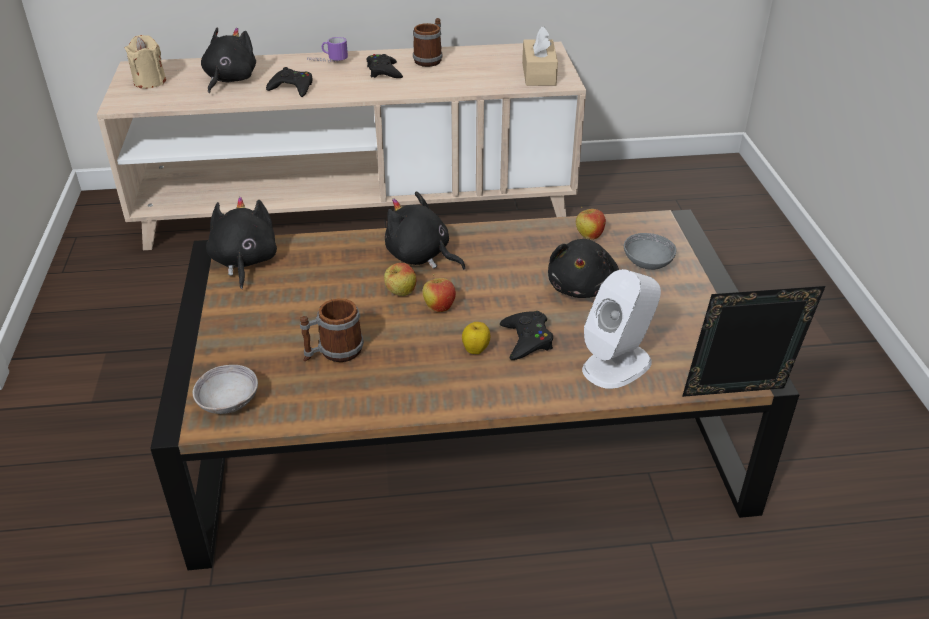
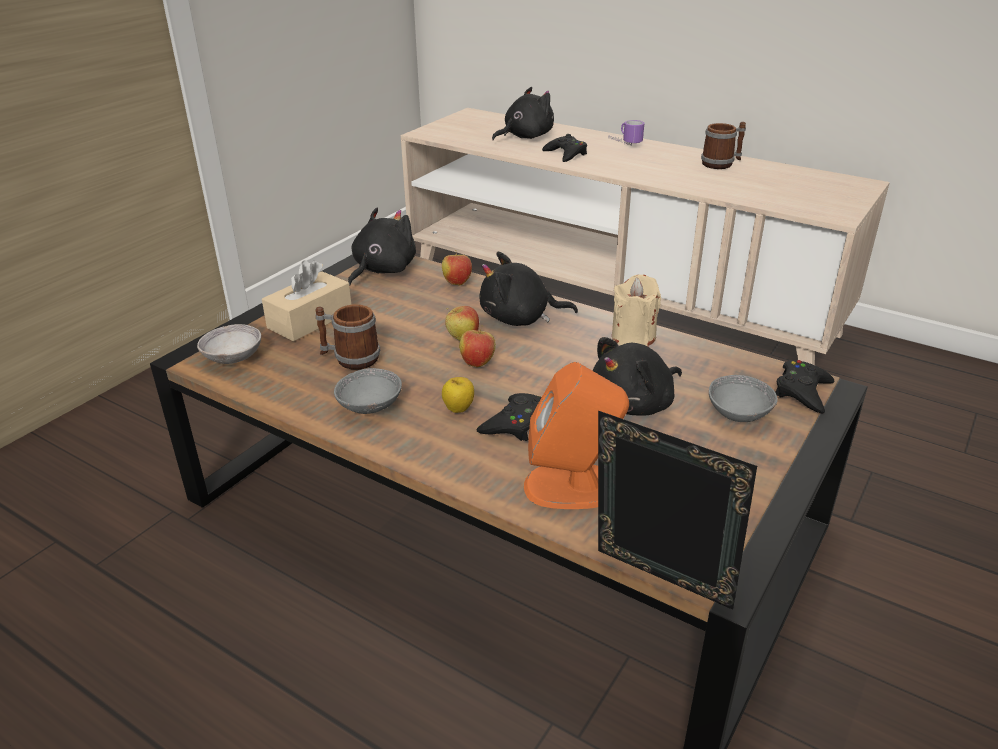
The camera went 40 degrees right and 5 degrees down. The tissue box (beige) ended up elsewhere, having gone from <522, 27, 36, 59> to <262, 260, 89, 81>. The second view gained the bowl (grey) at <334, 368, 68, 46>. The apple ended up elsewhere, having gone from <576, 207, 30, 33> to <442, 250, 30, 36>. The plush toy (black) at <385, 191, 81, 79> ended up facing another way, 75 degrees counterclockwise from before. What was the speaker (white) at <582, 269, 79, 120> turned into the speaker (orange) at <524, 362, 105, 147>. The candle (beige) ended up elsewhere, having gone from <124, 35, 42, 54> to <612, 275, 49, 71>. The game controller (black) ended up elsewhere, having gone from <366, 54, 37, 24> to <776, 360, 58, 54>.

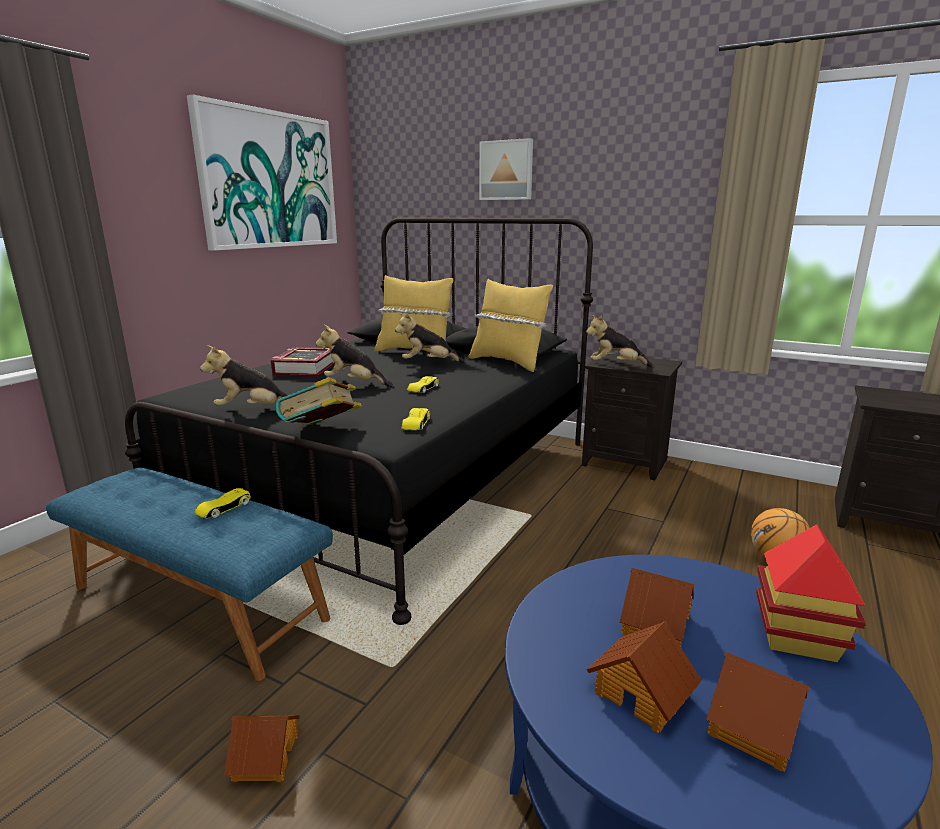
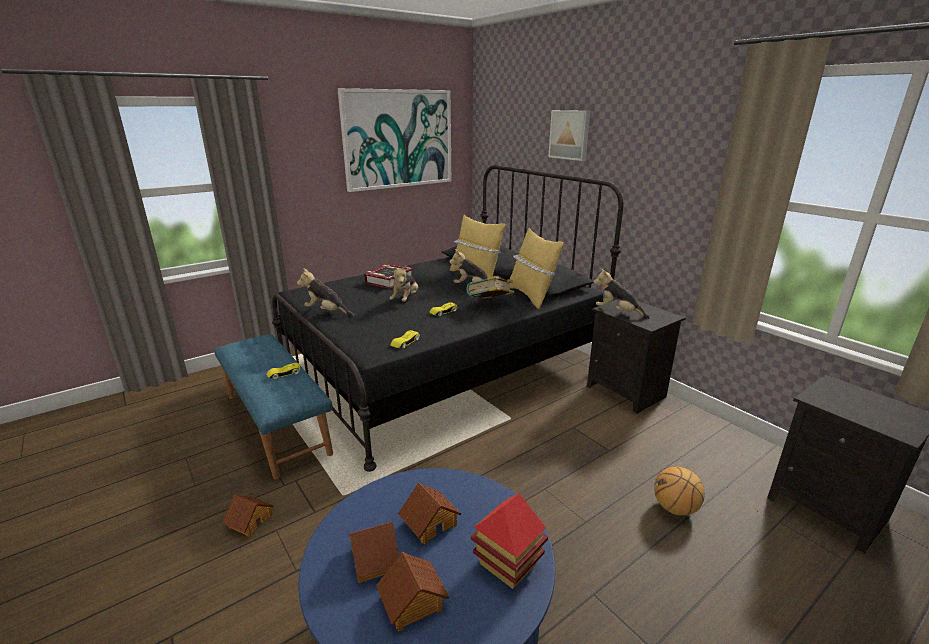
The camera went 25 degrees right and 5 degrees up. The plush toy at <316, 325, 78, 62> ended up facing another way, 120 degrees counterclockwise from before. The book ended up elsewhere, having gone from <276, 377, 86, 48> to <466, 276, 48, 23>.

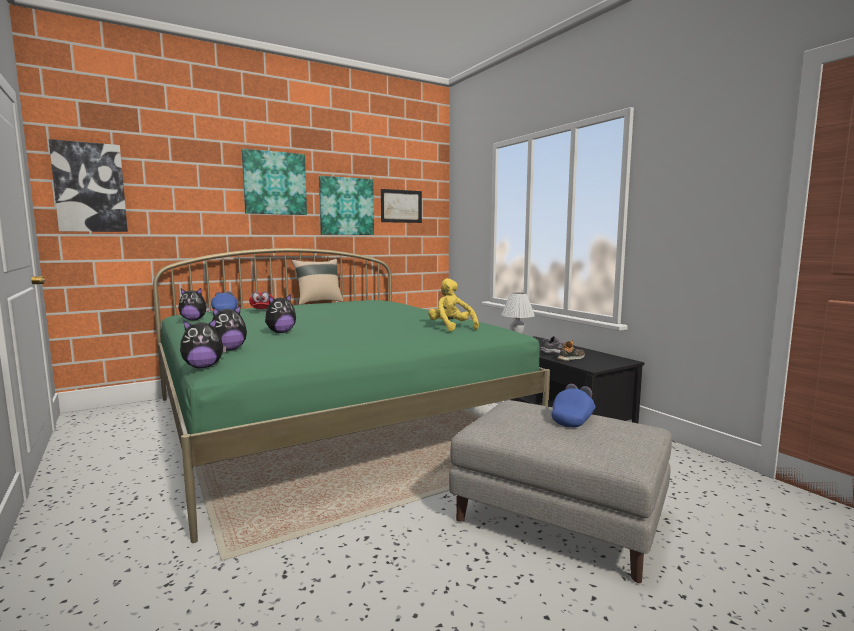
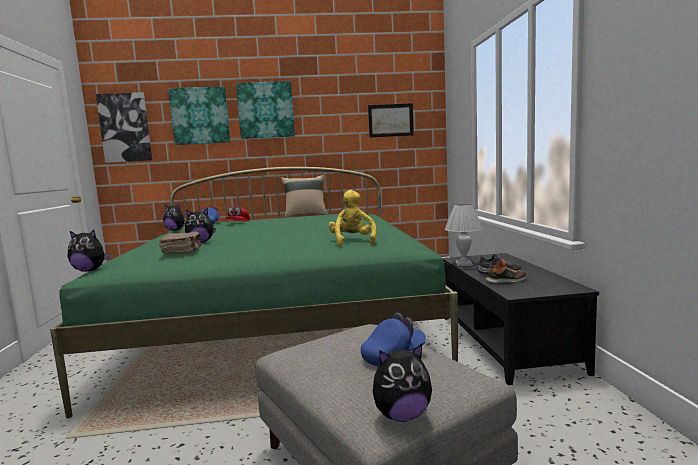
The camera went 25 degrees right and 0 degrees up. The second view gained the book (brown) at <159, 232, 42, 22>. The picture ended up elsewhere, having gone from <319, 176, 55, 59> to <168, 86, 63, 59>. The plush toy ended up elsewhere, having gone from <212, 305, 35, 46> to <373, 343, 59, 79>.

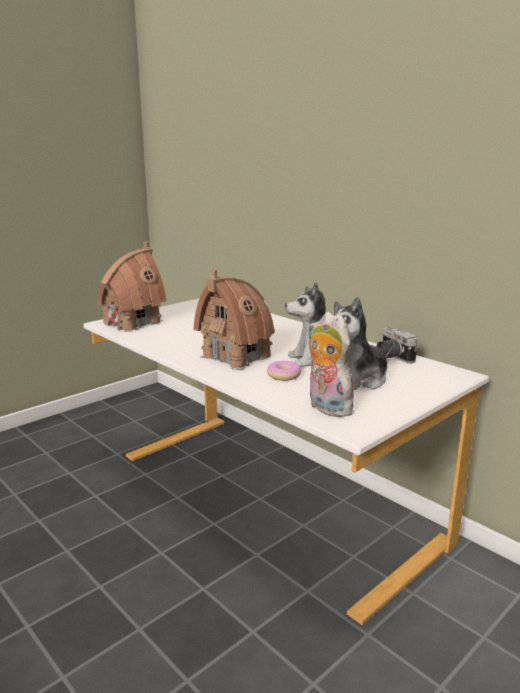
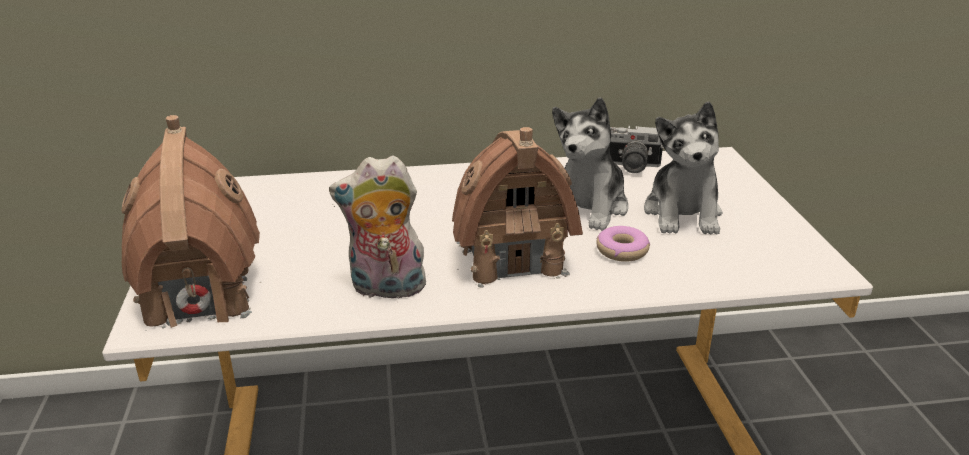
The camera went 55 degrees left and 10 degrees up. The plush toy ended up elsewhere, having gone from <309, 312, 48, 105> to <329, 155, 100, 143>.

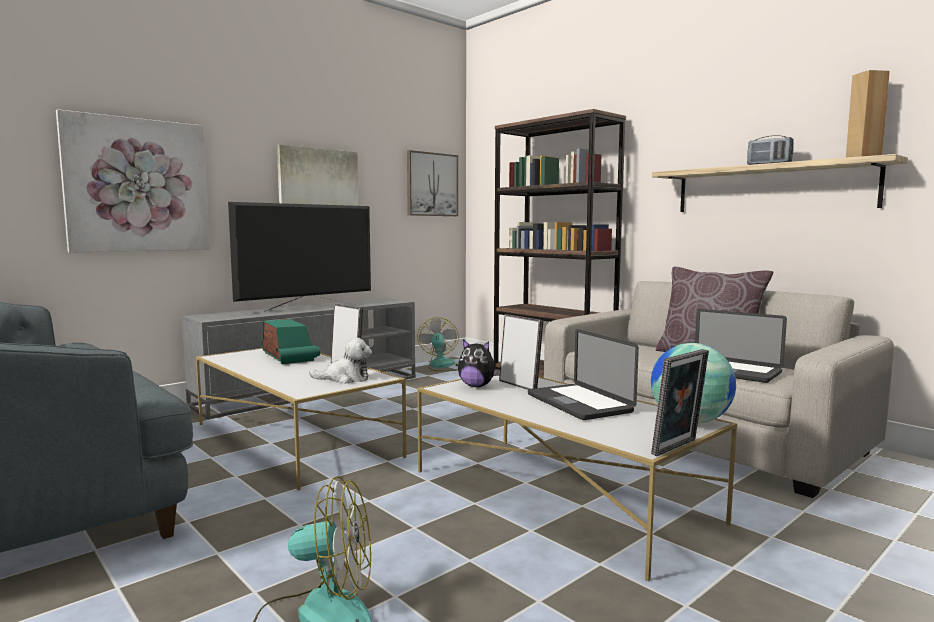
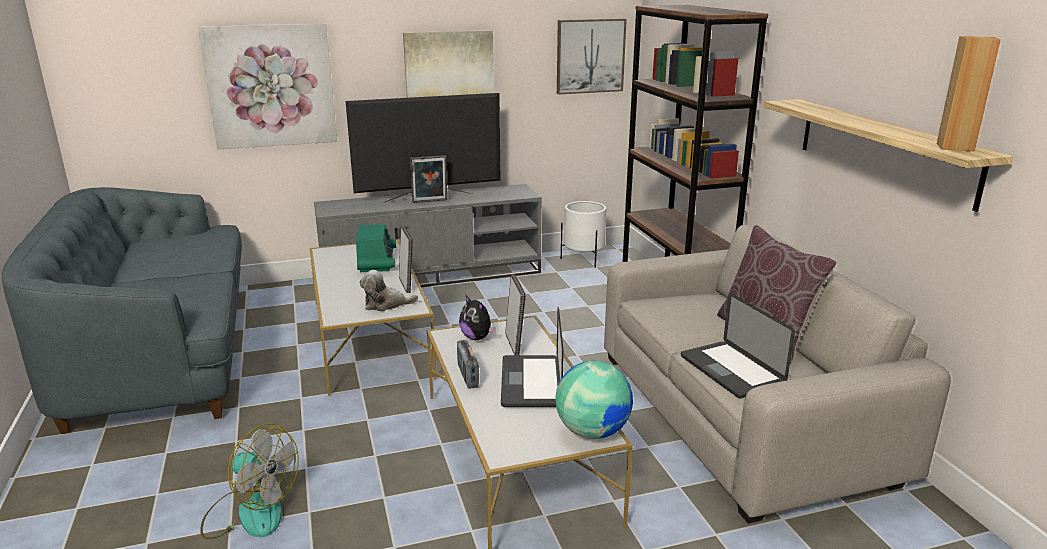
The camera went 25 degrees right and 15 degrees up. The plush toy at <309, 338, 63, 46> ended up facing another way, 150 degrees clockwise from before. The picture frame ended up elsewhere, having gone from <651, 349, 58, 107> to <410, 155, 37, 48>. The radio ended up elsewhere, having gone from <747, 135, 47, 30> to <457, 340, 22, 48>. Where the fan stood at <417, 317, 42, 54>, the planter (white) came to stand at <561, 201, 45, 67>.

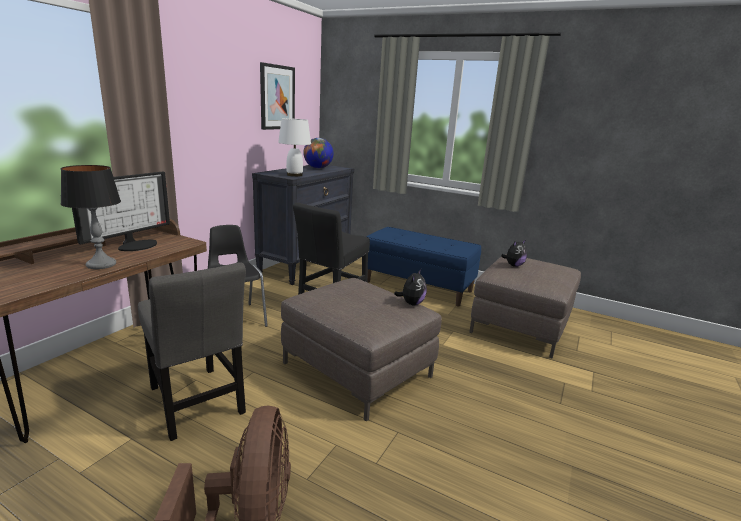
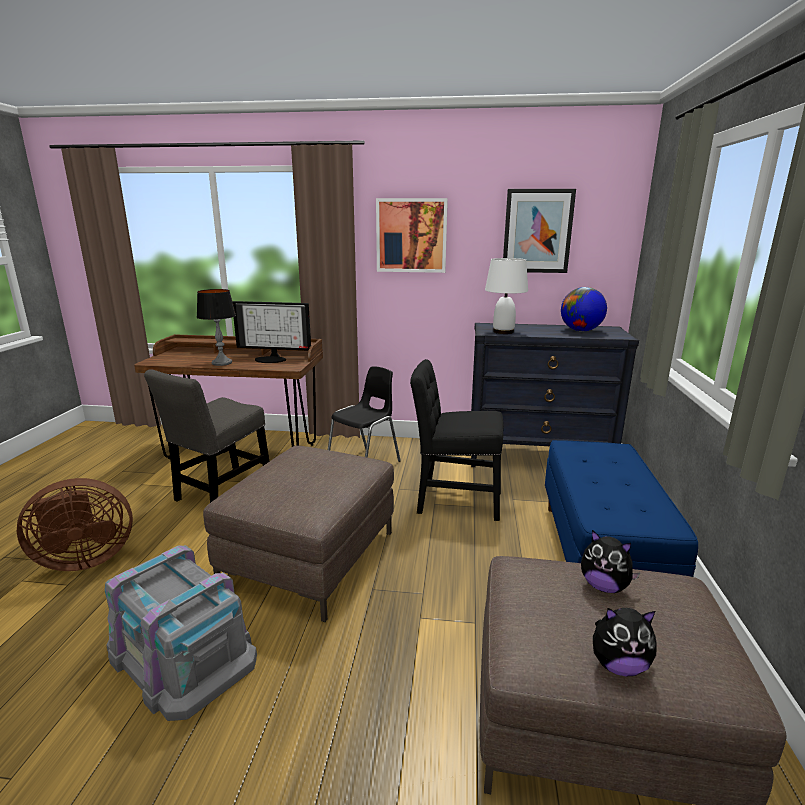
The camera went 70 degrees right and 0 degrees up. The second view gained the storage box (grey) at <105, 545, 152, 176>. The second view gained the picture at <376, 198, 72, 75>. The plush toy ended up elsewhere, having gone from <394, 269, 33, 36> to <593, 608, 63, 69>.

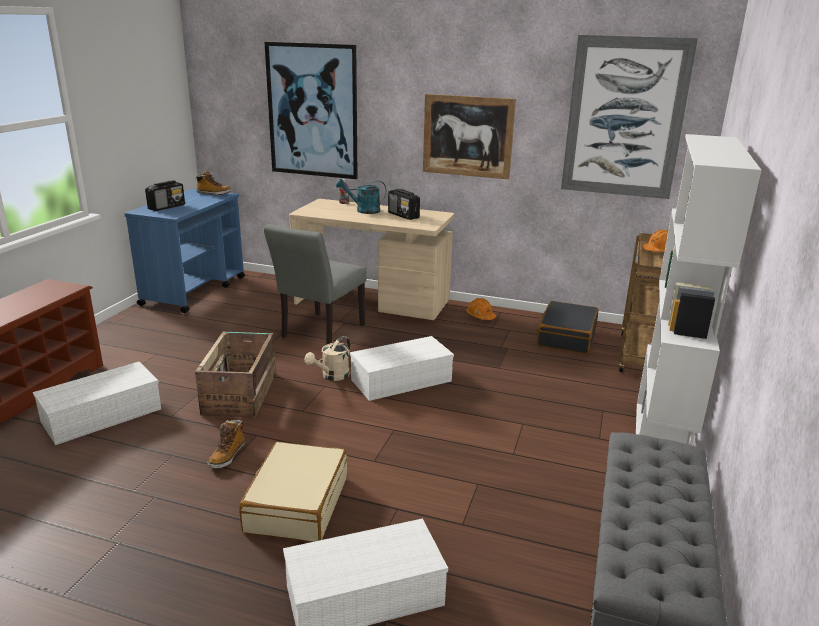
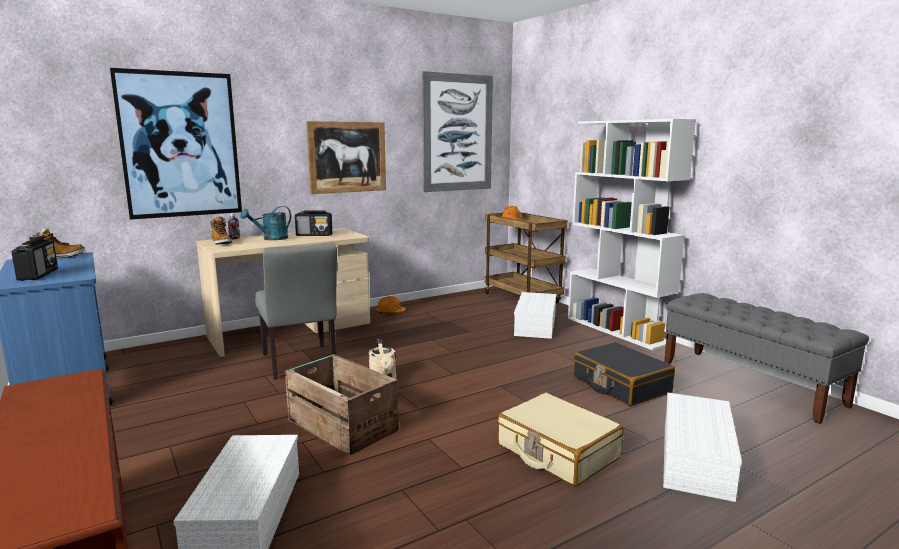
The camera went 50 degrees left and 10 degrees down. The boot ended up elsewhere, having gone from <208, 420, 37, 49> to <210, 216, 22, 28>. The storage box (white) ended up elsewhere, having gone from <350, 336, 104, 65> to <514, 292, 42, 47>. The suitcase (black) ended up elsewhere, having gone from <537, 301, 62, 53> to <574, 342, 101, 64>.

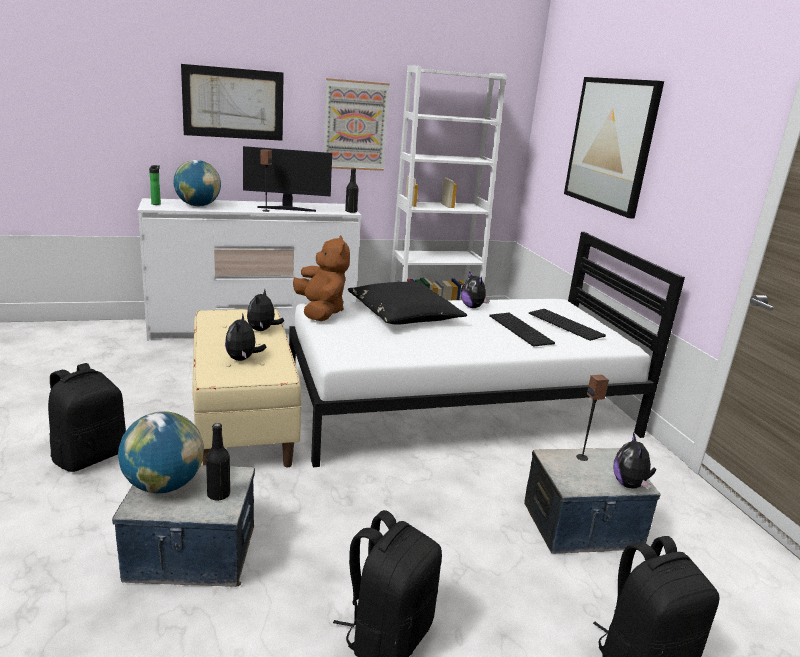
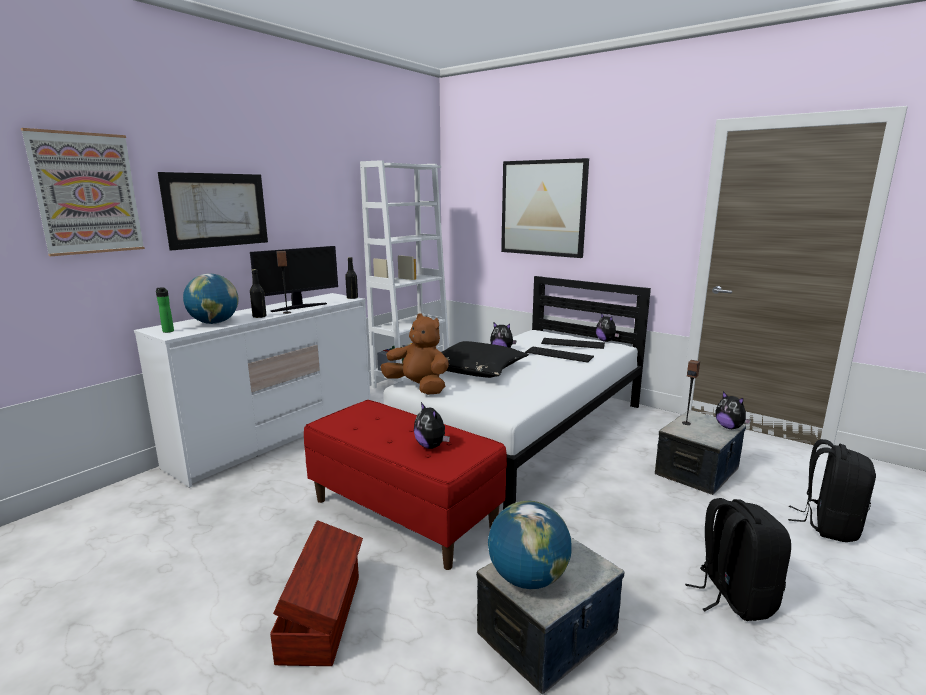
The camera went 35 degrees left and 5 degrees down. The picture ended up elsewhere, having gone from <324, 78, 66, 93> to <21, 128, 124, 128>. The bottle (black) ended up elsewhere, having gone from <206, 423, 24, 78> to <250, 269, 17, 49>. Where the backpack (black) stood at <48, 363, 78, 109>, the storage box (brown) came to stand at <270, 520, 93, 146>. What was the bench (beige) at <192, 309, 110, 158> turned into the bench (red) at <304, 400, 203, 170>. The plush toy ended up elsewhere, having gone from <247, 288, 37, 43> to <596, 313, 23, 29>.

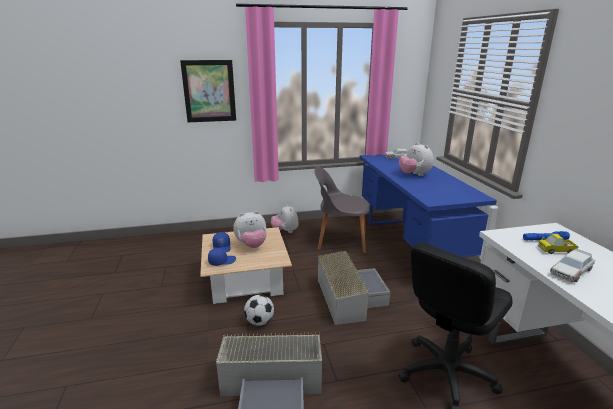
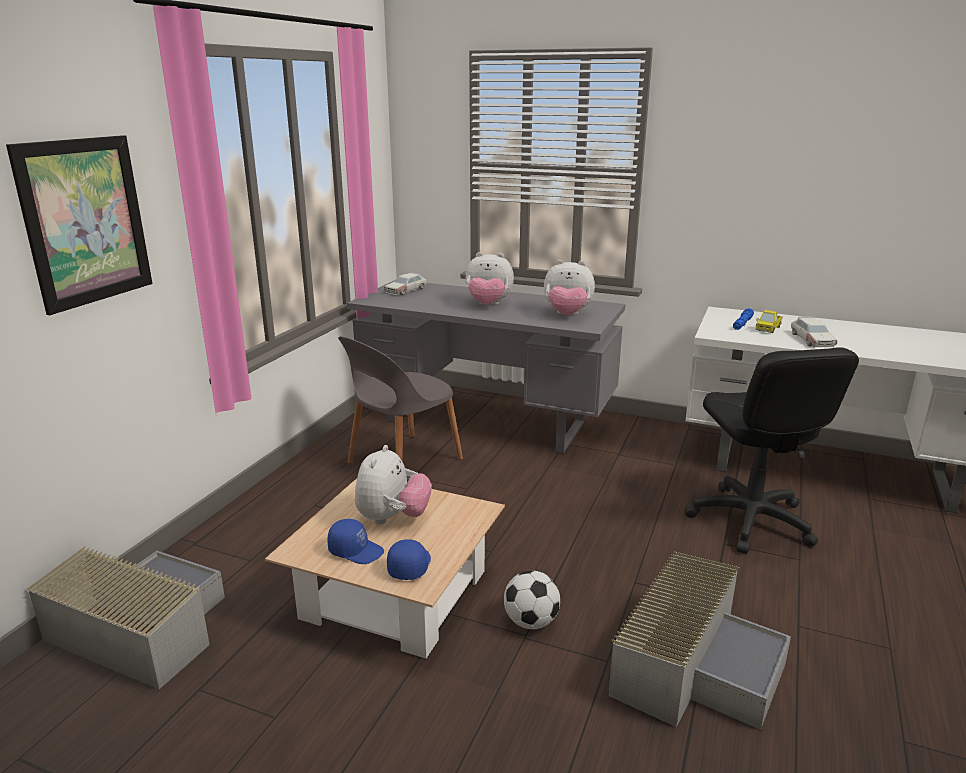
The camera went 55 degrees left and 0 degrees up. The storage box (grey) ended up elsewhere, having gone from <318, 251, 72, 74> to <27, 546, 198, 143>. What was the desk (blue) at <360, 154, 137, 103> turned into the desk (grey) at <347, 280, 279, 174>. The plush toy ended up elsewhere, having gone from <271, 204, 28, 29> to <544, 260, 51, 55>.

